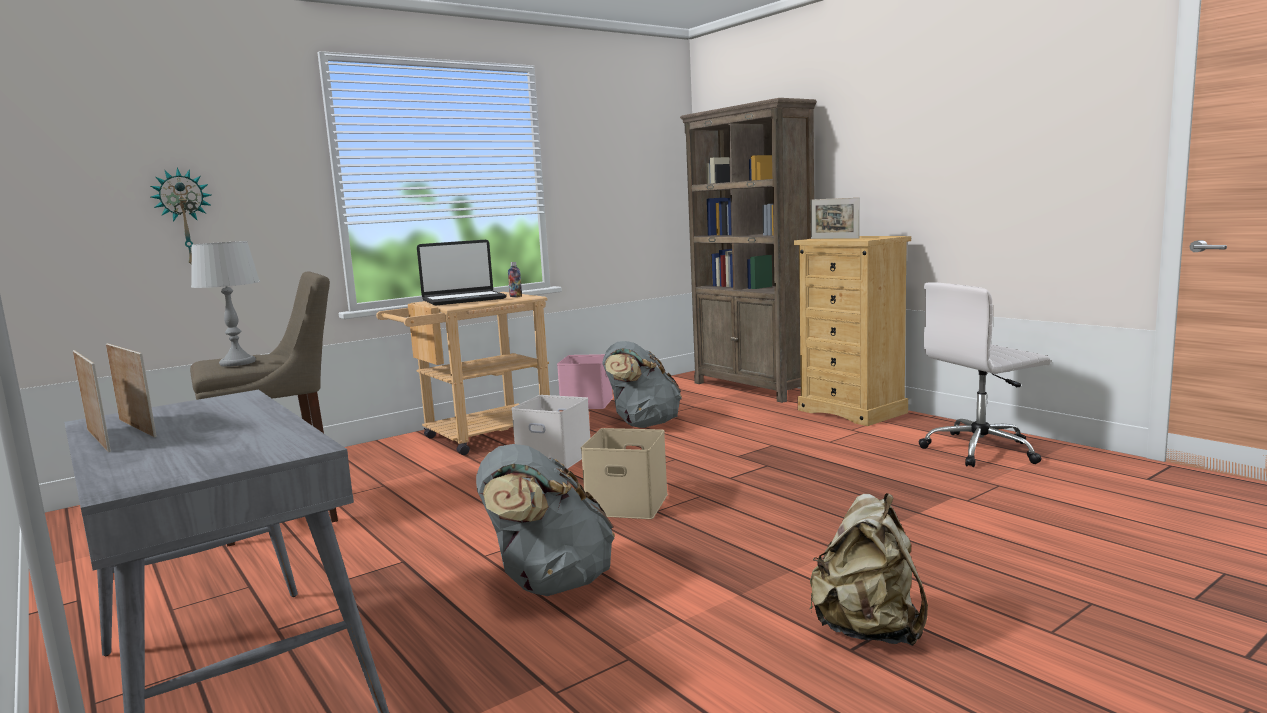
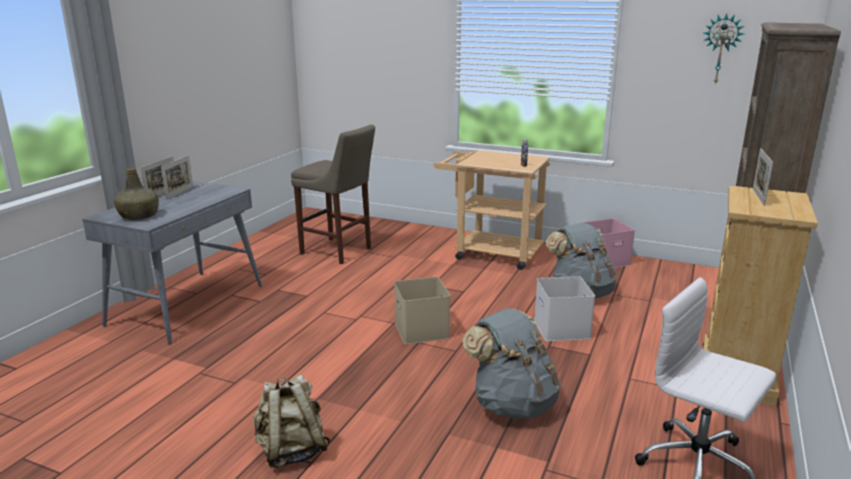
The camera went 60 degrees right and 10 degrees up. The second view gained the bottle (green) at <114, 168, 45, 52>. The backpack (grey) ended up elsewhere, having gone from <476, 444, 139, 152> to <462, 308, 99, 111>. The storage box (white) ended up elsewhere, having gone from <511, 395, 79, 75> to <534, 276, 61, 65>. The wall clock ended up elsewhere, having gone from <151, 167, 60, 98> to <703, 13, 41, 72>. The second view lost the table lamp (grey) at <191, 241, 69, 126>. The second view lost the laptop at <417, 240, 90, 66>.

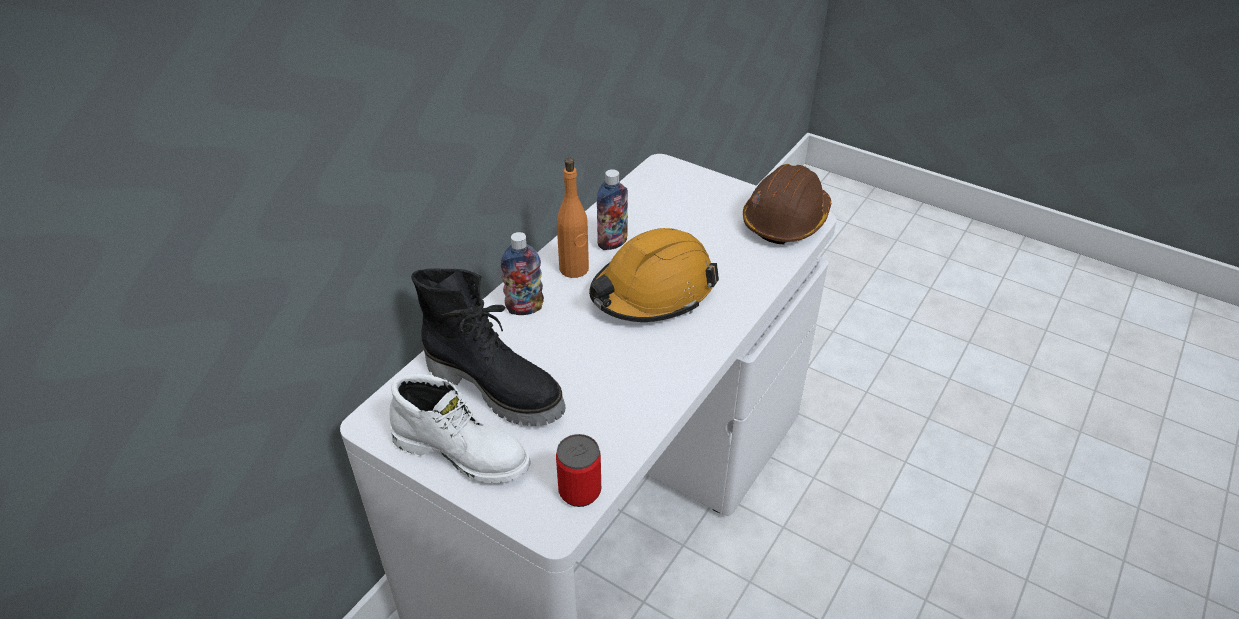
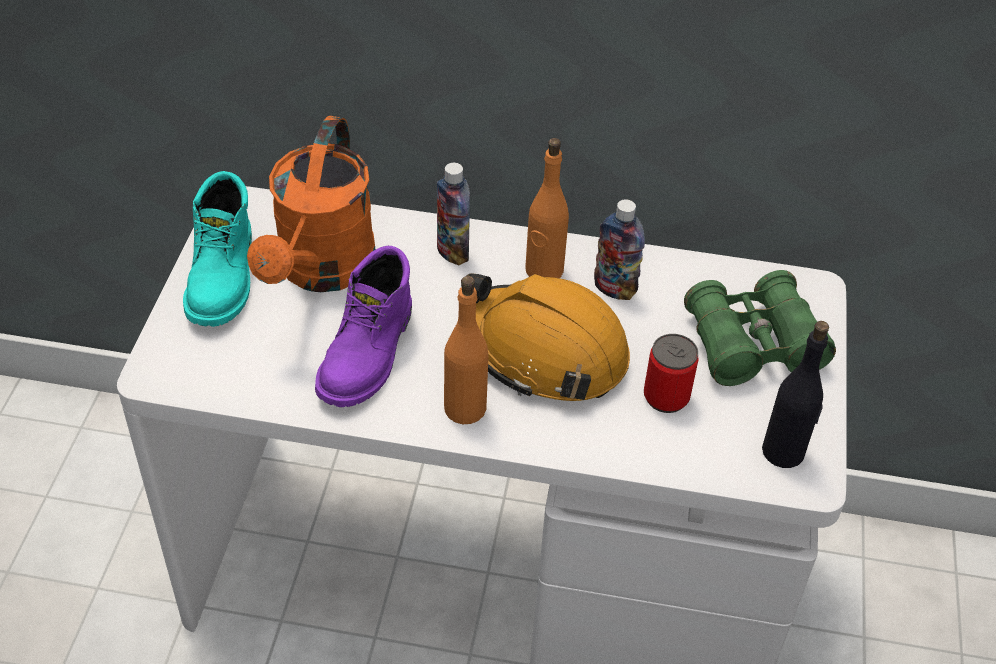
The camera went 65 degrees right and 5 degrees up. What was the boot (white) at <390, 374, 141, 109> turned into the boot (turquoise) at <183, 171, 69, 156>. Where the boot (black) stood at <411, 268, 155, 158>, the watering can (orange) came to stand at <247, 116, 128, 176>. The second view gained the boot (purple) at <315, 246, 97, 161>. The second view gained the bottle (orange) at <444, 276, 44, 148>. The can ended up elsewhere, having gone from <556, 434, 45, 73> to <644, 334, 55, 79>. The second view gained the binoculars (green) at <684, 270, 152, 116>. Where the hard hat (brown) stood at <743, 164, 88, 81>, the bottle (black) came to stand at <762, 321, 67, 147>.

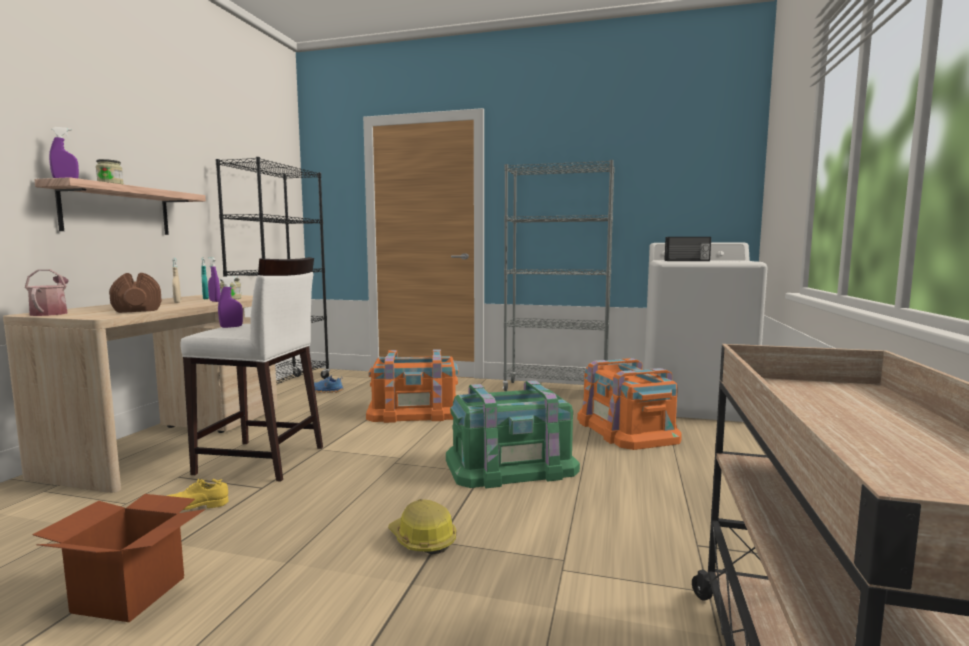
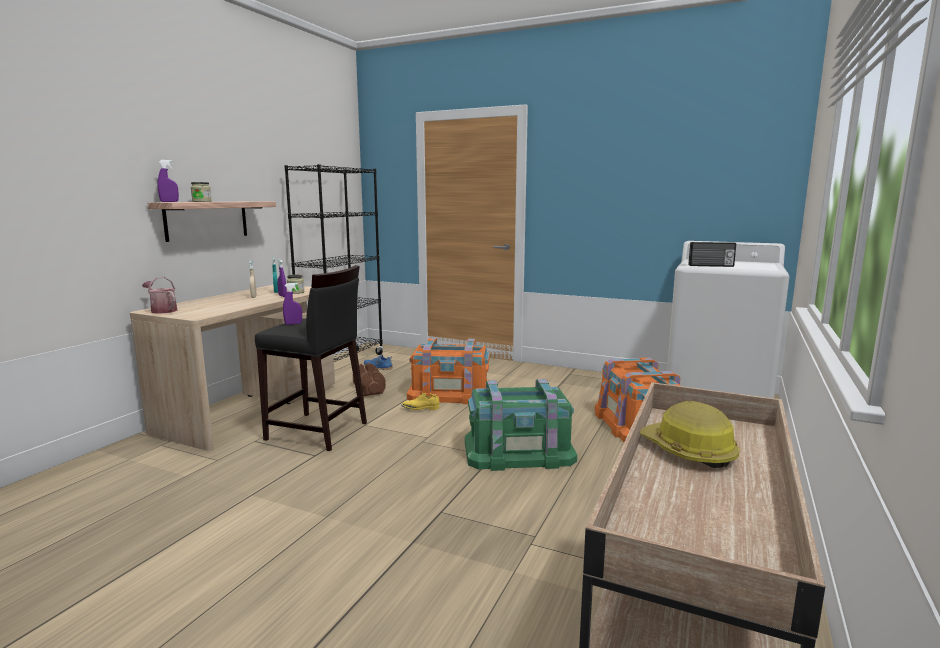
The camera went 10 degrees right and 5 degrees up. The watering can at <25, 269, 44, 47> ended up facing another way, 45 degrees counterclockwise from before. What was the stool (white) at <180, 257, 143, 225> turned into the stool (black) at <255, 265, 112, 186>. The dumbbell (brown) ended up elsewhere, having gone from <109, 273, 53, 40> to <353, 363, 33, 33>. The shoe (yellow) ended up elsewhere, having gone from <167, 479, 61, 31> to <401, 393, 38, 17>. The hard hat ended up elsewhere, having gone from <388, 499, 68, 56> to <640, 401, 100, 67>. The second view lost the cardboard box at <32, 494, 173, 128>. The second view lost the bookcase (grey) at <503, 160, 112, 231>.

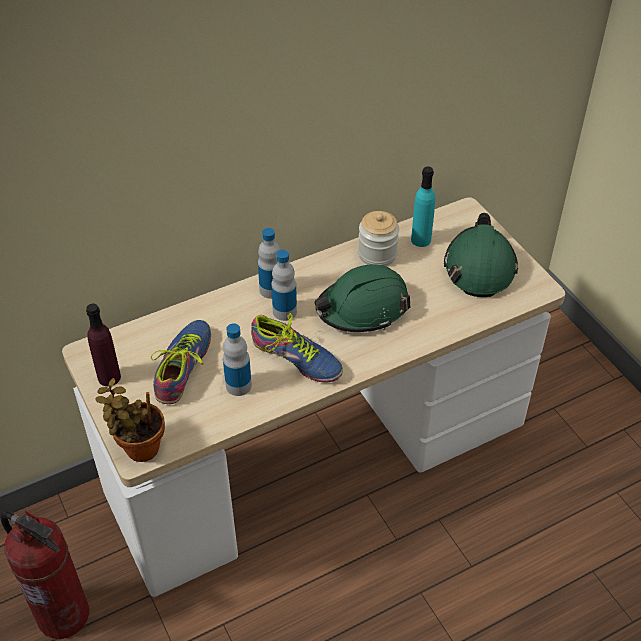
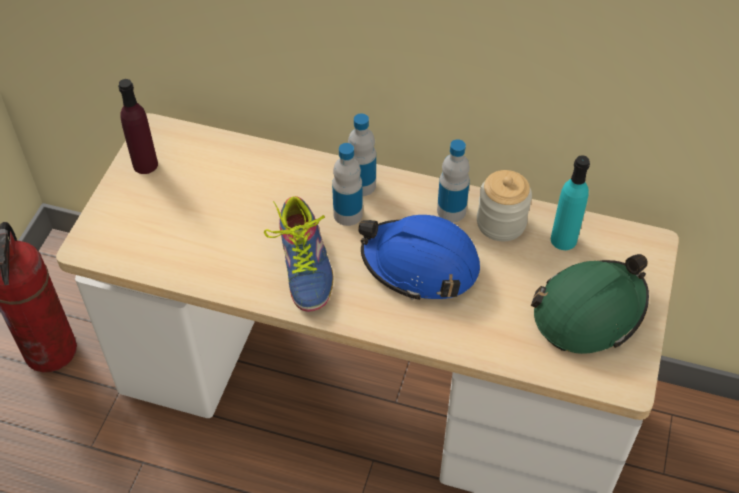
The camera went 45 degrees right and 5 degrees up. What was the hard hat (green) at <314, 265, 96, 67> turned into the hard hat (blue) at <358, 215, 122, 85>. The bottle ended up elsewhere, having gone from <223, 323, 29, 73> to <437, 139, 33, 83>. The second view lost the potted plant at <96, 378, 69, 84>. The second view lost the shoe at <151, 320, 60, 84>.

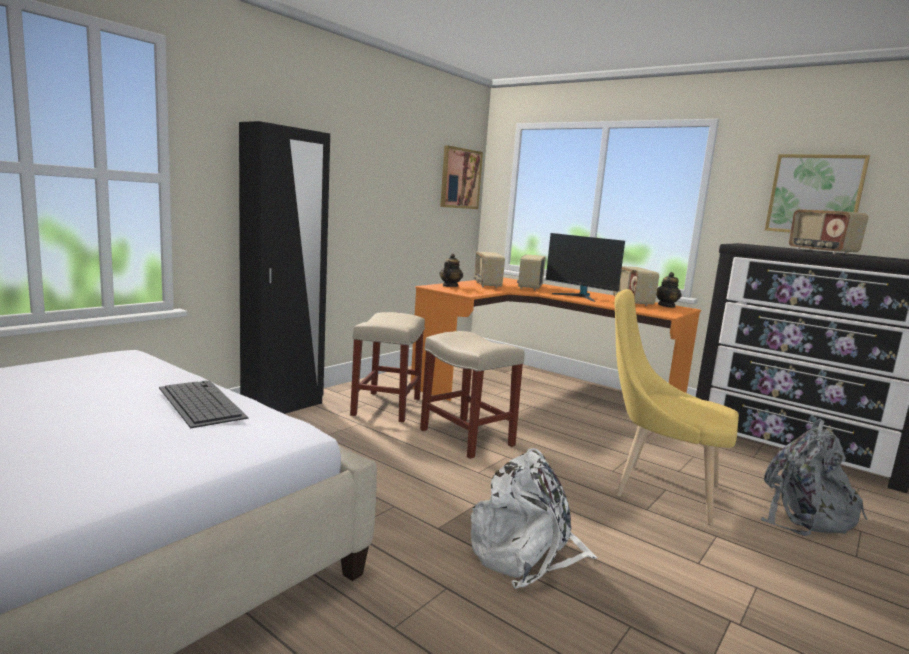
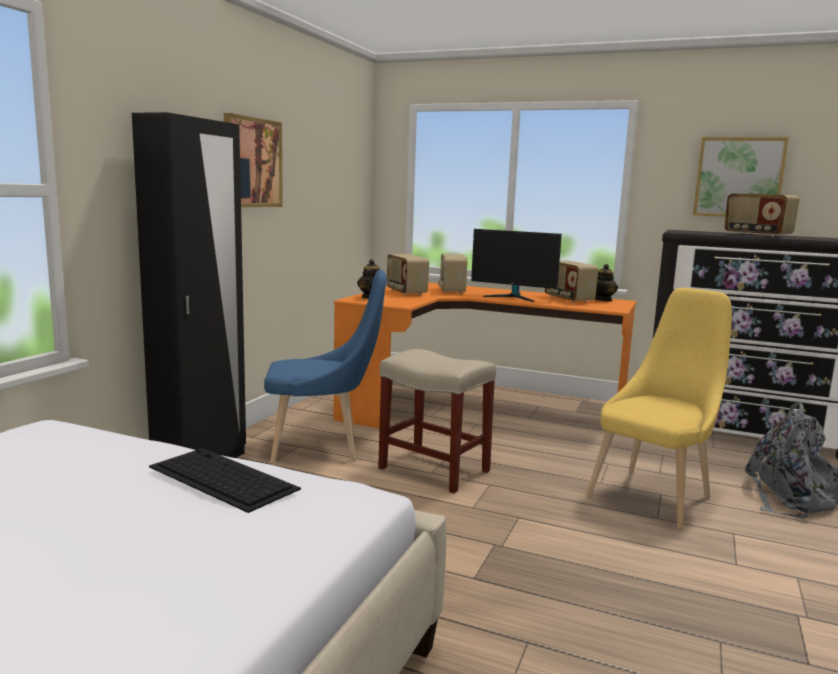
The camera went 15 degrees left and 0 degrees up. The picture ended up elsewhere, having gone from <440, 145, 43, 64> to <224, 113, 59, 94>. Where the stool (beige) stood at <350, 312, 75, 110>, the chair (blue) came to stand at <264, 270, 123, 194>. The chair (yellow) at <615, 289, 124, 236> ended up facing another way, 120 degrees clockwise from before. The second view lost the backpack (white) at <471, 448, 127, 141>.

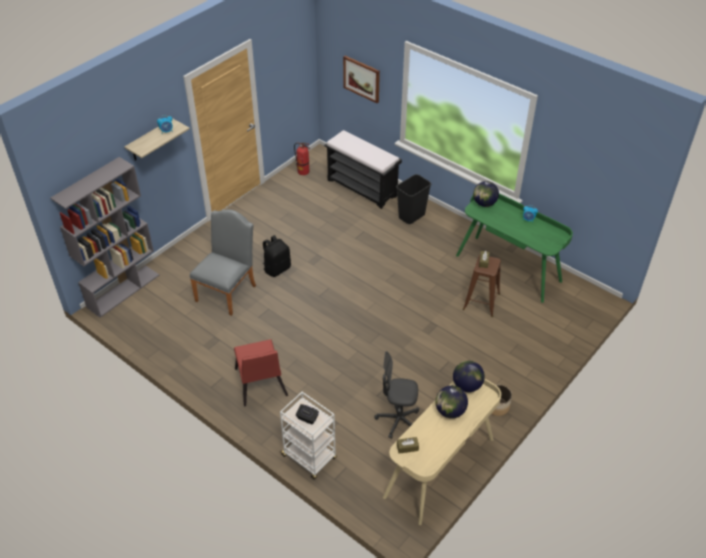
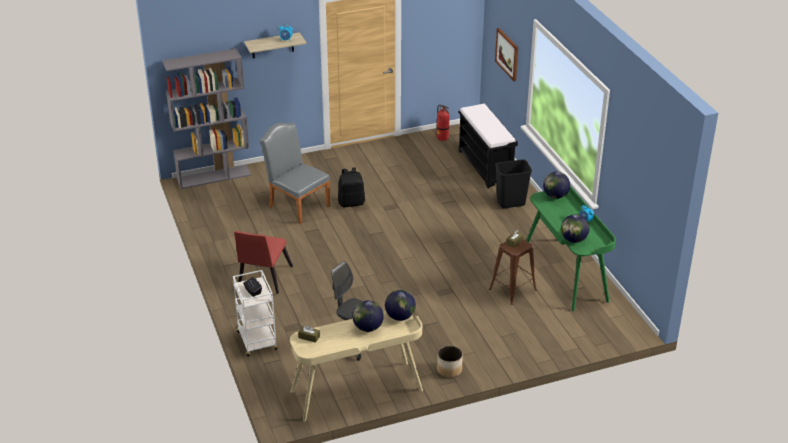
The camera went 30 degrees right and 10 degrees down. The chair (grey) at <190, 209, 66, 107> ended up facing another way, 105 degrees counterclockwise from before. The second view gained the globe at <561, 214, 28, 29>.

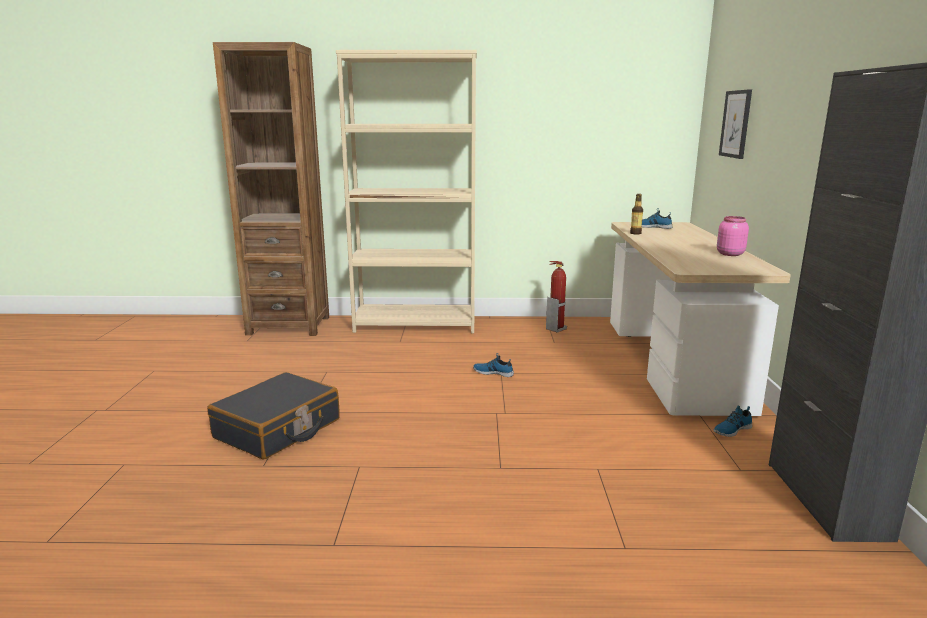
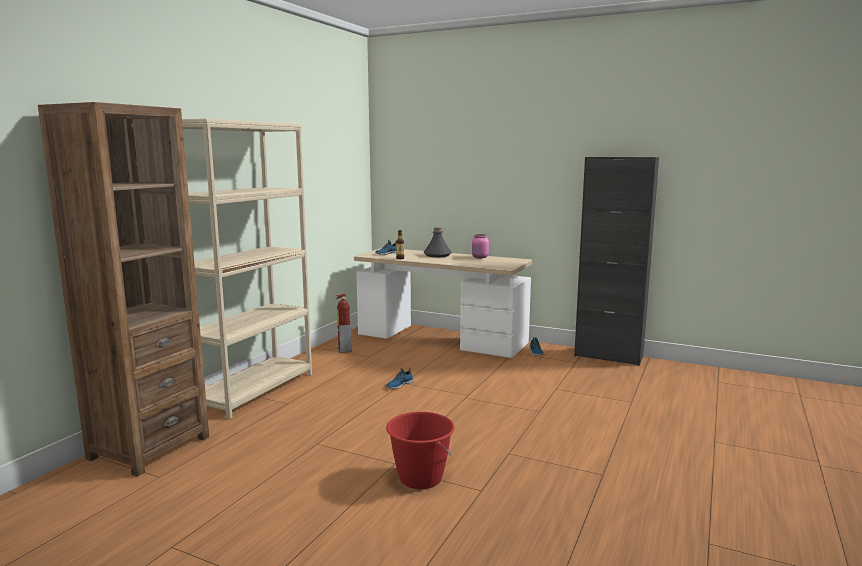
The camera went 65 degrees left and 5 degrees down. Where the suitcase (black) stood at <207, 372, 133, 88>, the bucket (red) came to stand at <386, 412, 69, 77>. The second view gained the bottle (grey) at <423, 227, 29, 30>. The second view lost the picture at <719, 89, 33, 70>.

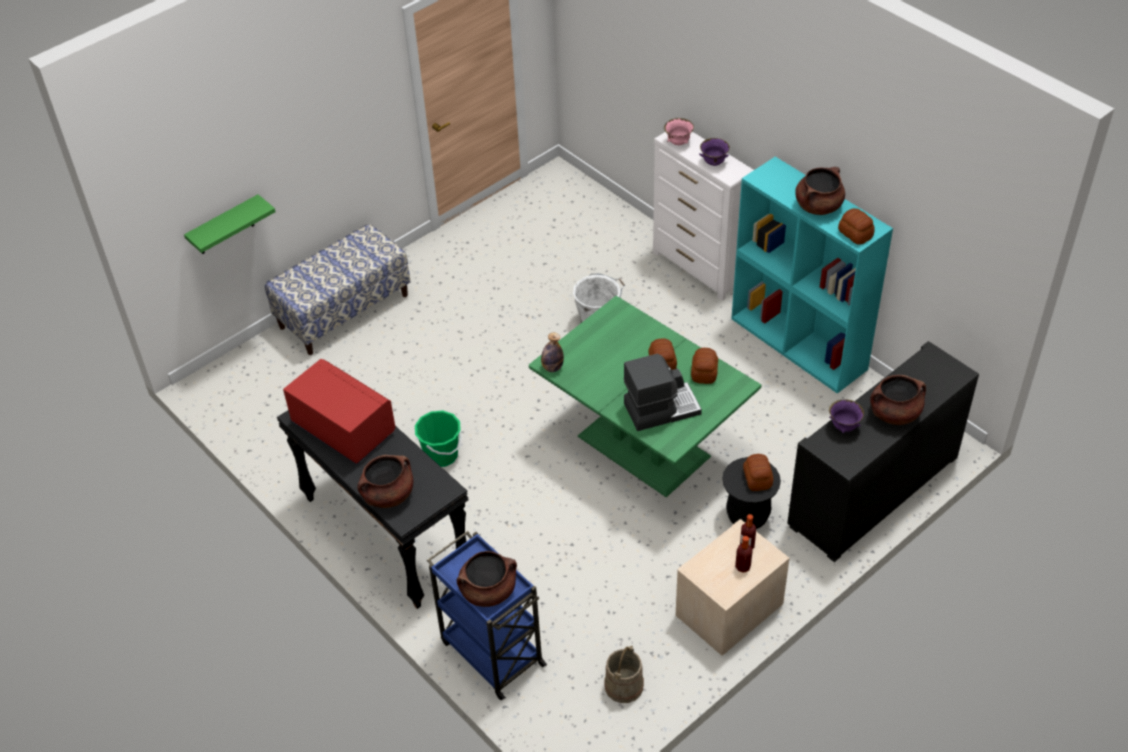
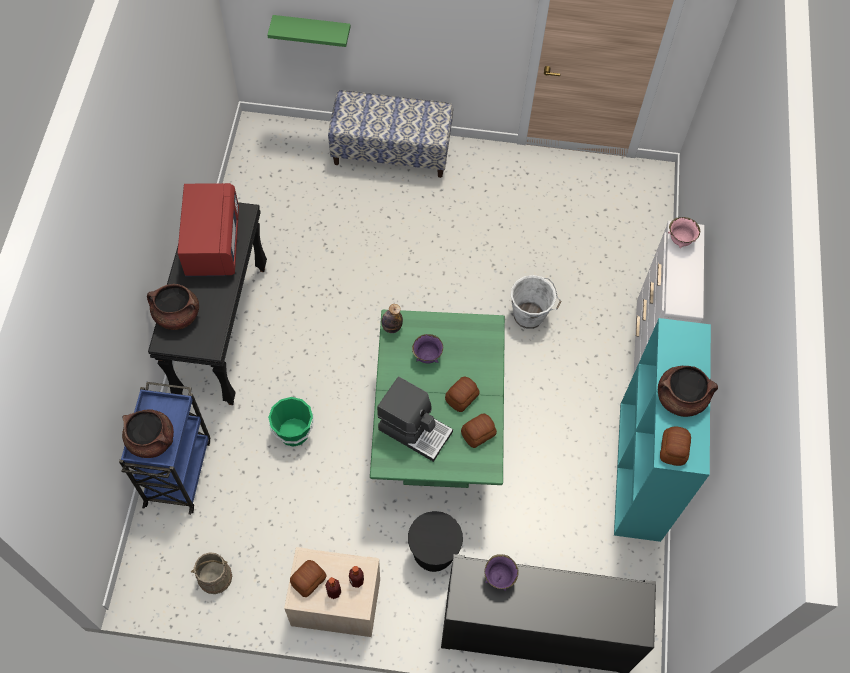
The camera went 45 degrees right and 15 degrees up. The bucket (green) ended up elsewhere, having gone from <415, 410, 47, 57> to <268, 397, 46, 50>. The bread ended up elsewhere, having gone from <743, 454, 30, 37> to <290, 560, 36, 37>. The bowl (purple) ended up elsewhere, having gone from <699, 138, 31, 28> to <412, 334, 31, 30>. The second view lost the cooking pot (brown) at <870, 375, 56, 50>.

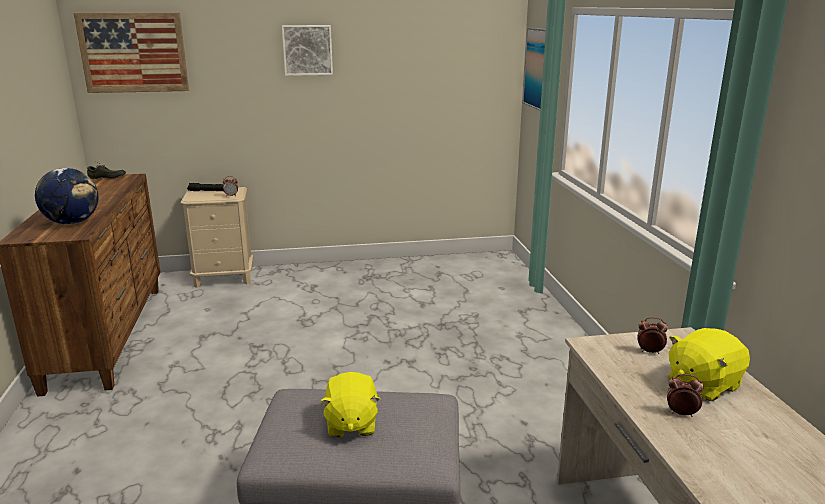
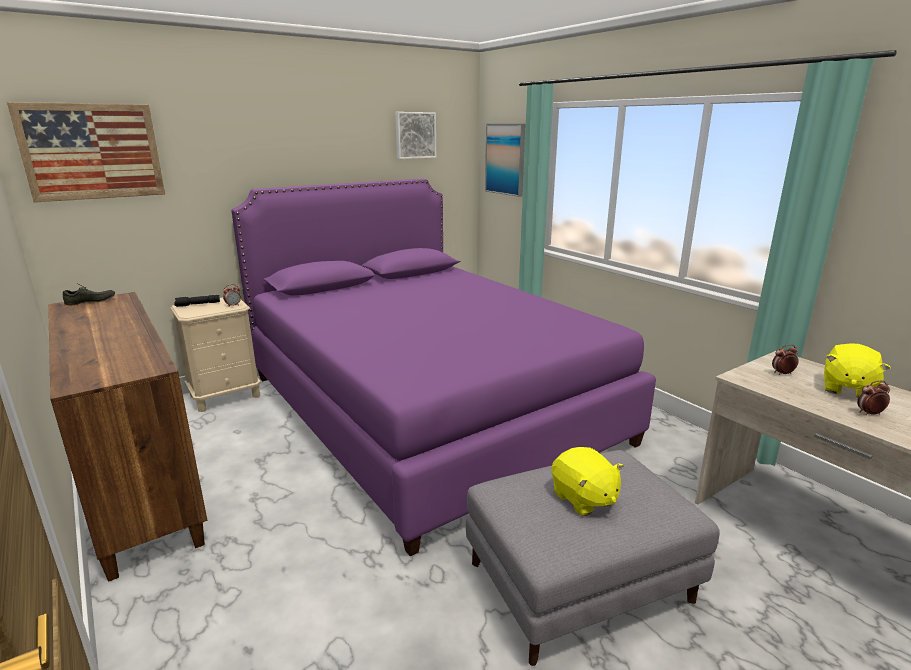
The camera went 25 degrees left and 0 degrees up. The second view gained the bed (purple) at <232, 179, 424, 377>. The picture ended up elsewhere, having gone from <282, 25, 51, 51> to <395, 112, 41, 47>. The second view lost the globe at <35, 168, 63, 56>.

